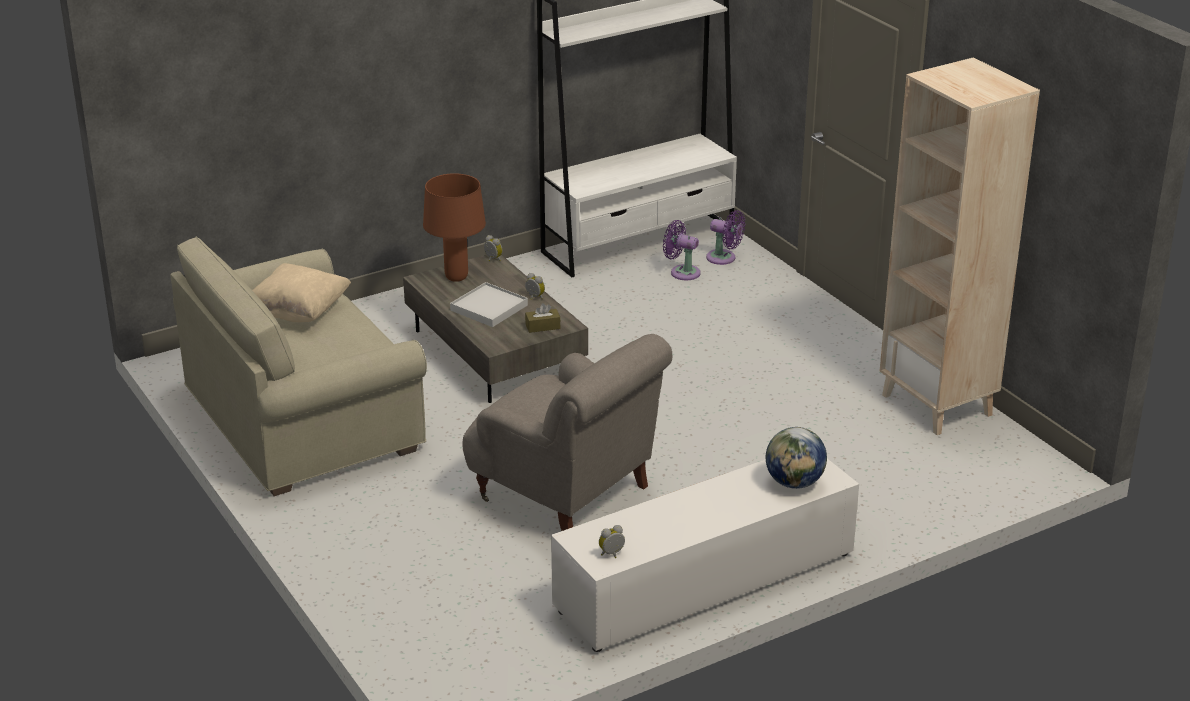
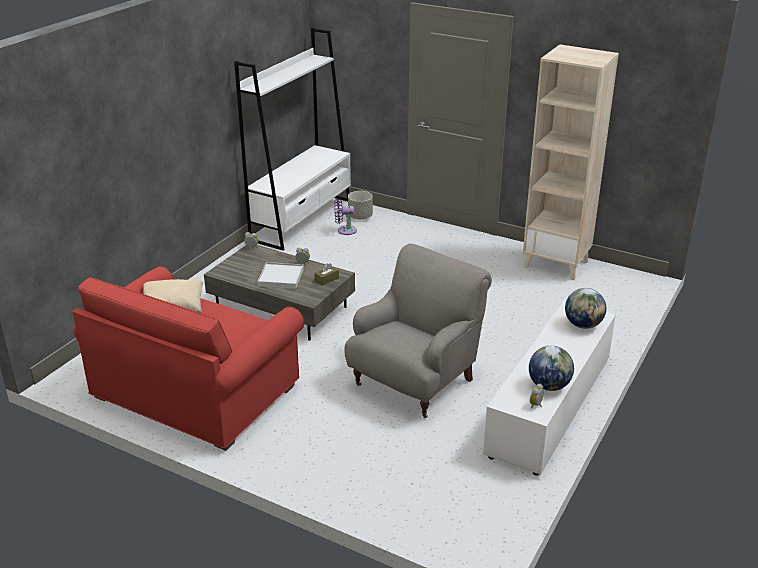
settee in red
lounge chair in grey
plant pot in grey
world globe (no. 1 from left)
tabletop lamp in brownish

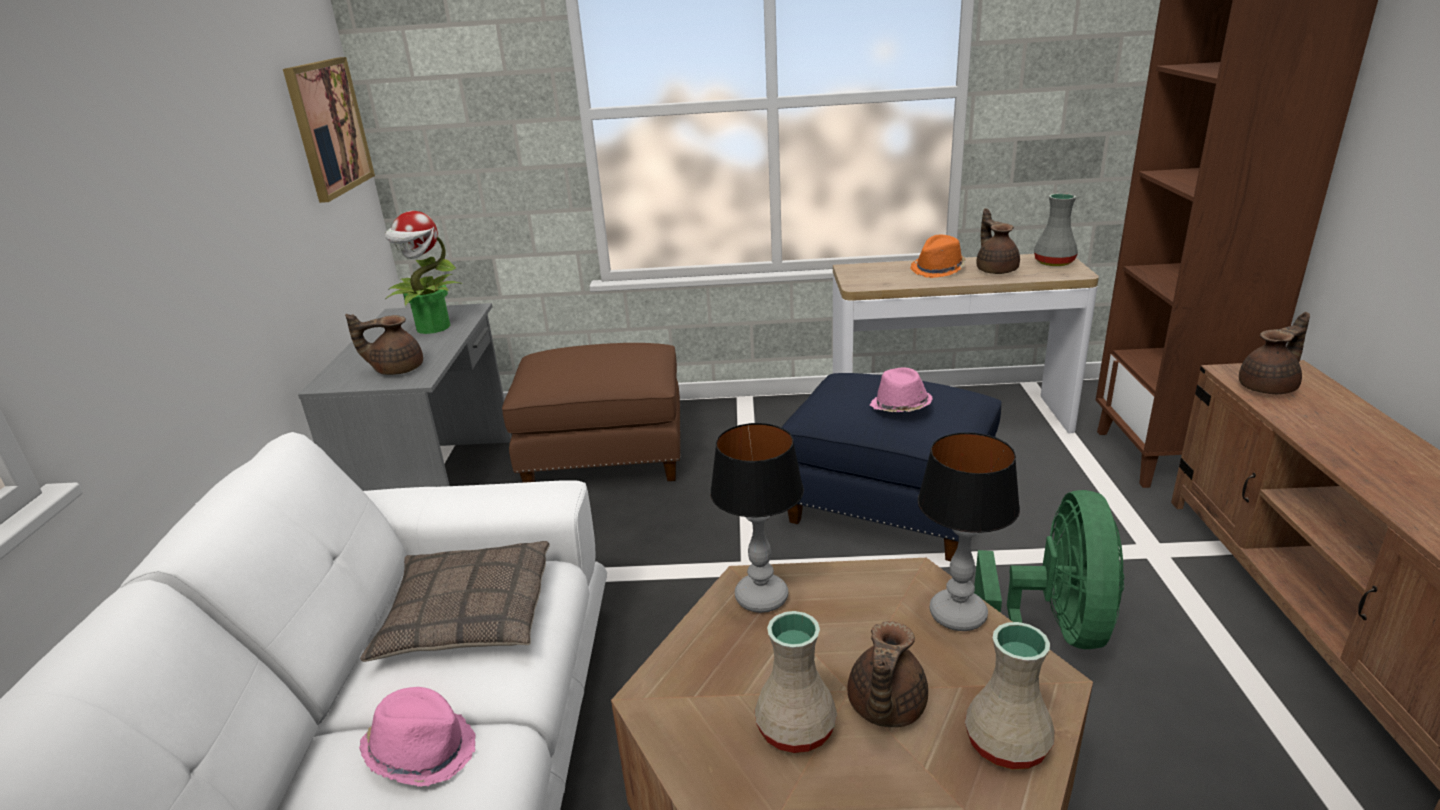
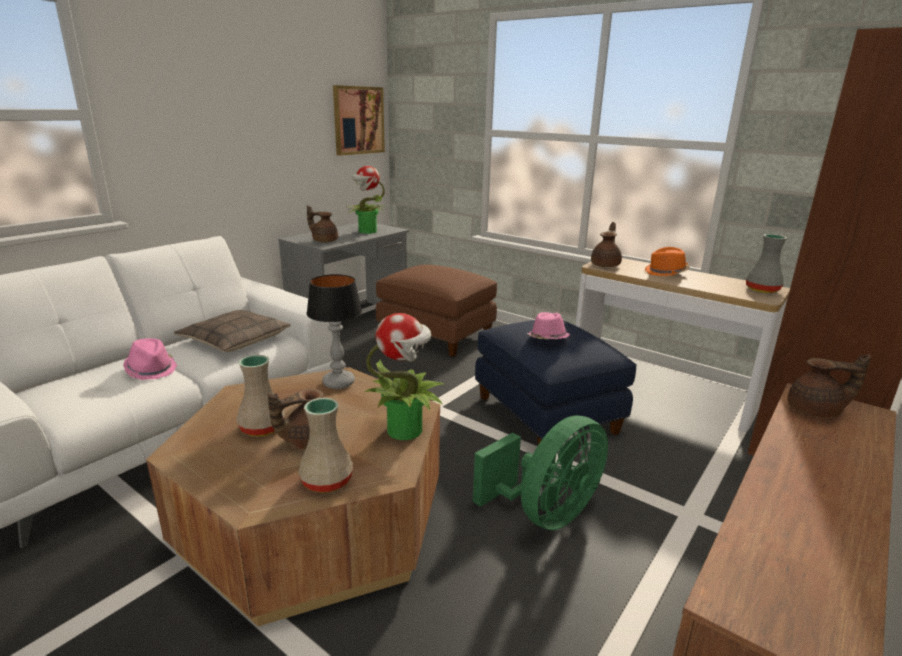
plant in a pot (no. 2 from left)
tea pot in brownish (no. 3 from left)

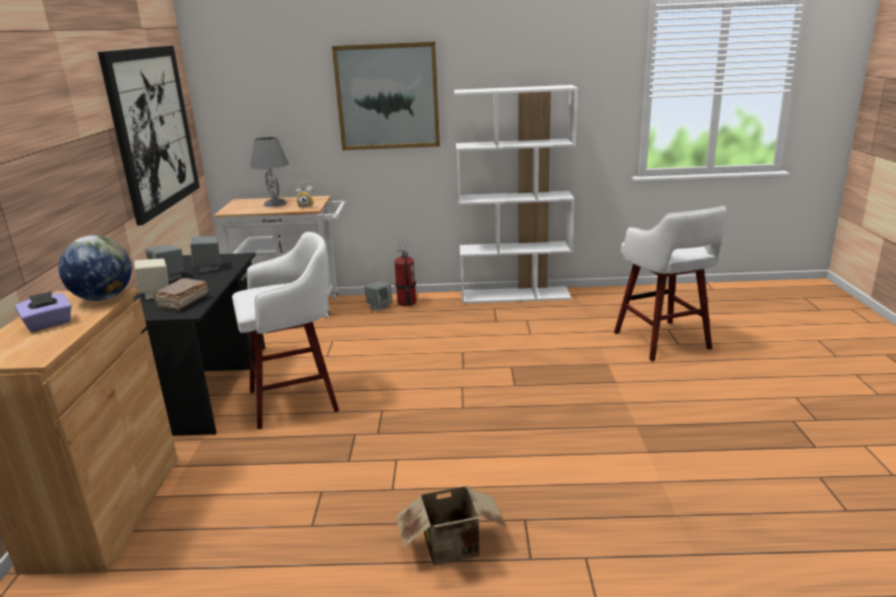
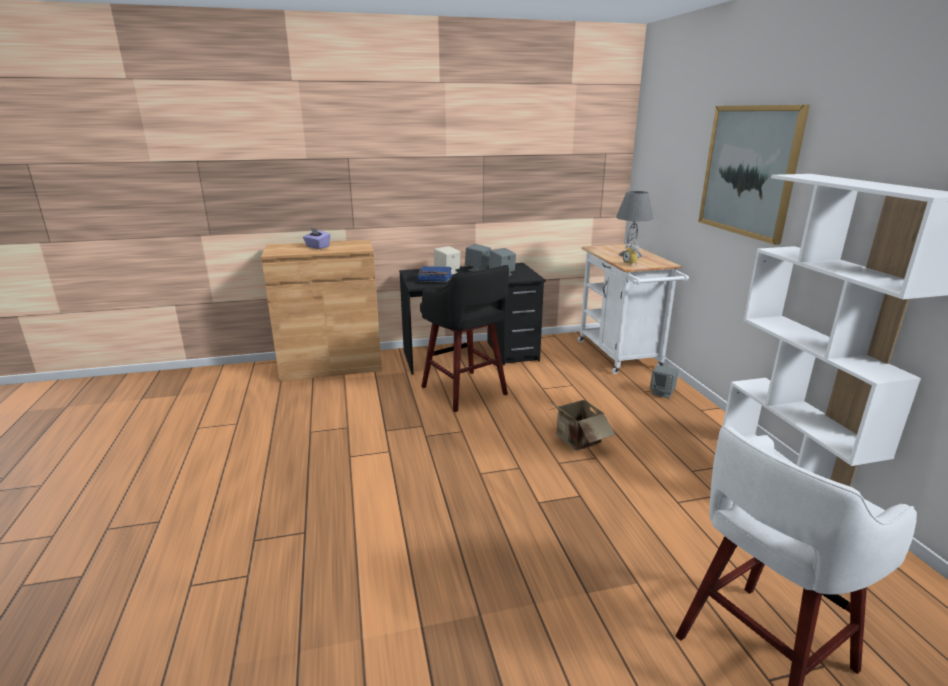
bound book in blue-coloured
sitting stool in black
cardboard box
world globe
wall picture (no. 1 from left in the first image)
fire-fighting cylinder

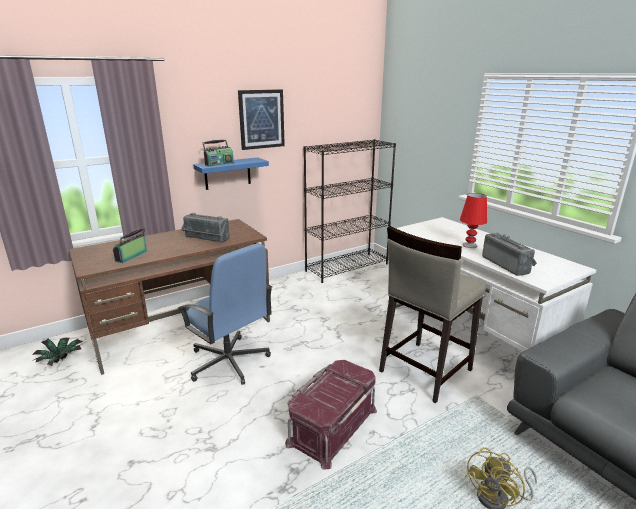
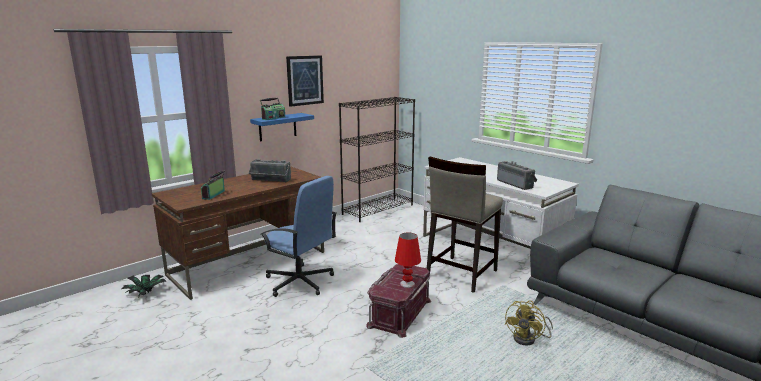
tabletop lamp in red

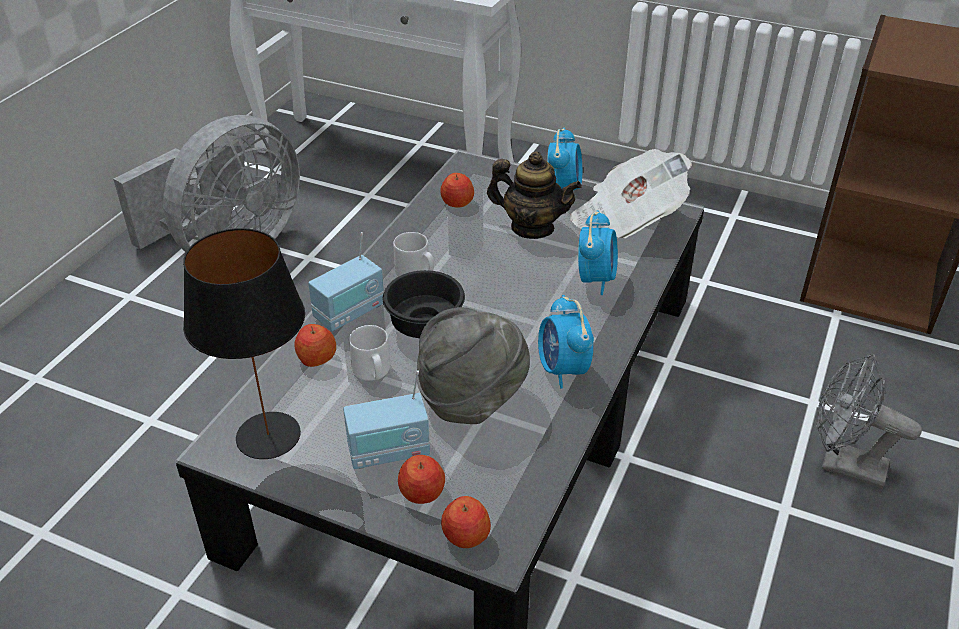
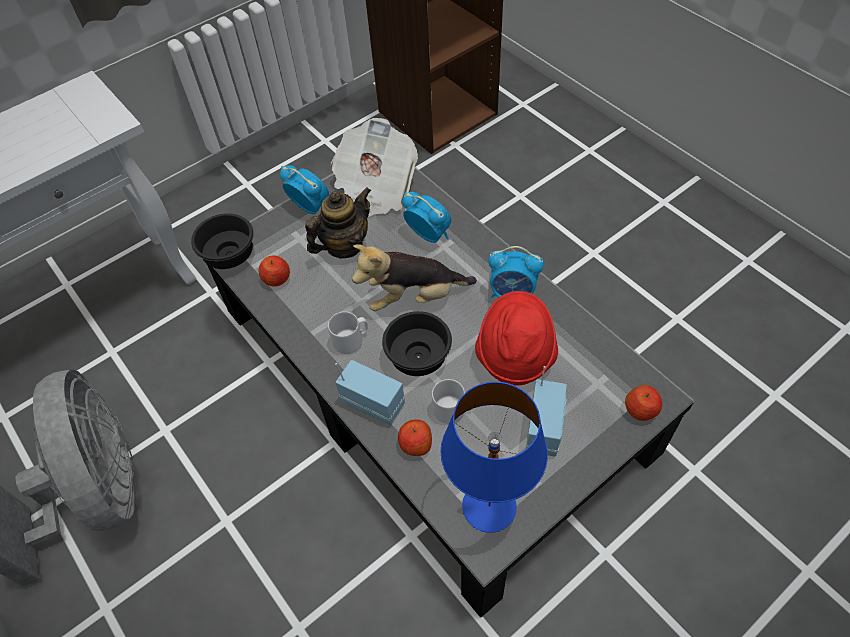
bowl in black (no. 1 from left)
radio receiver (no. 1 from left)
cuddly toy
tabletop lamp in blue-coloured
hat in red
apple fruit (no. 2 from left in the first image)
fan in grey (no. 2 from left in the first image)

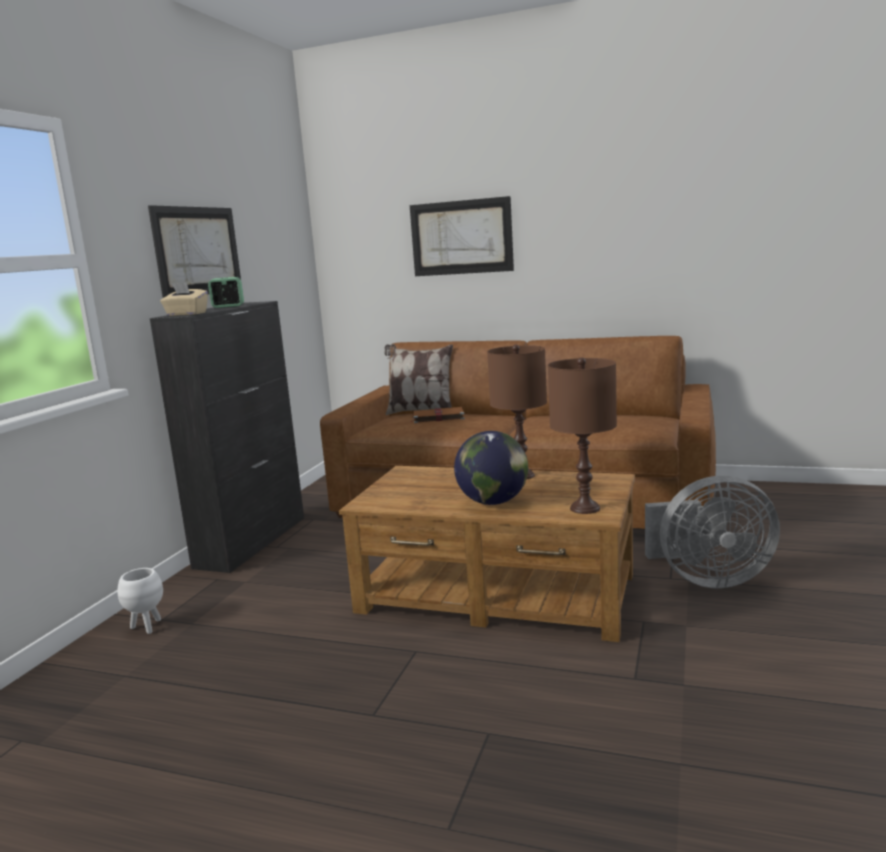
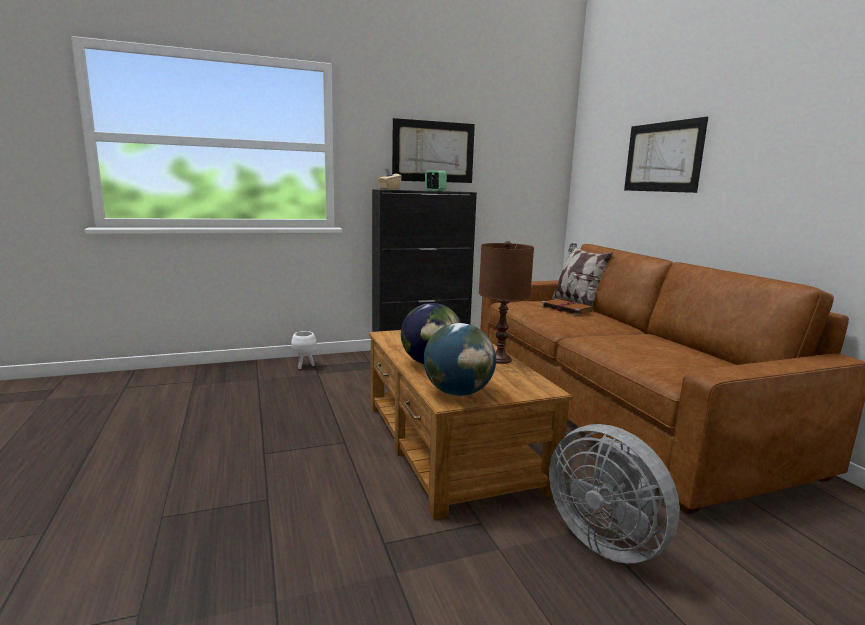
world globe (no. 2 from left)

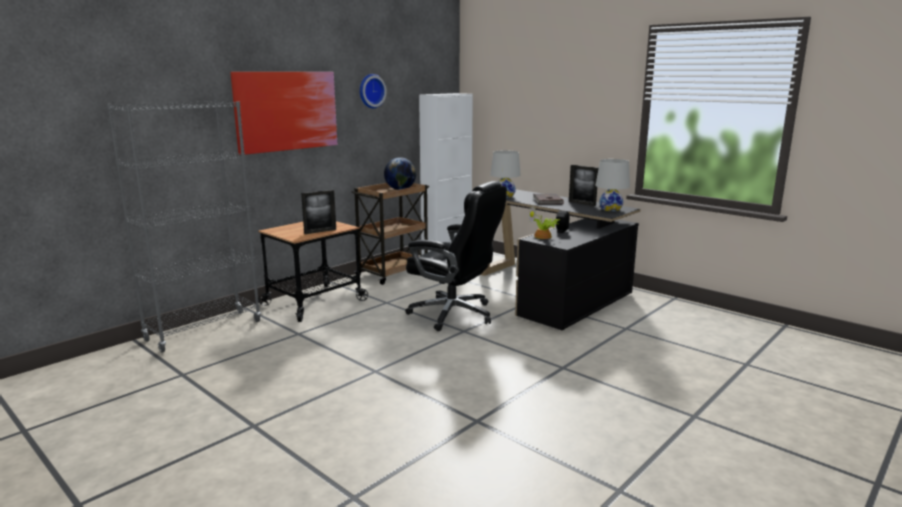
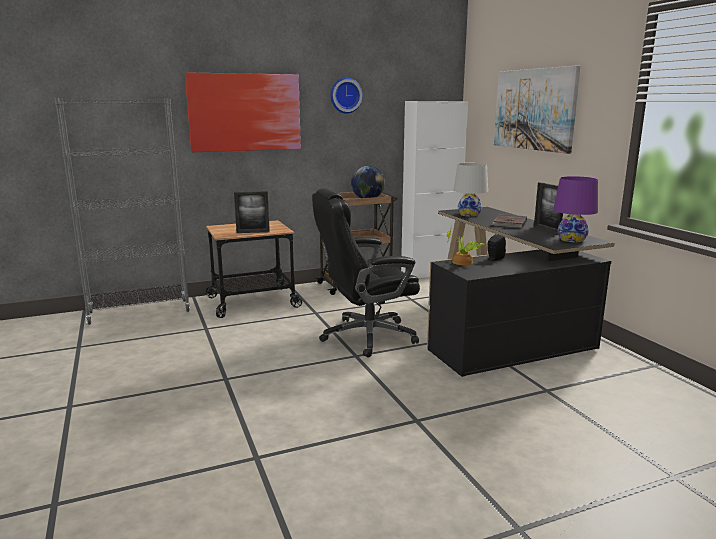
desk chair in black
wall picture (no. 2 from left)
tabletop lamp in purple

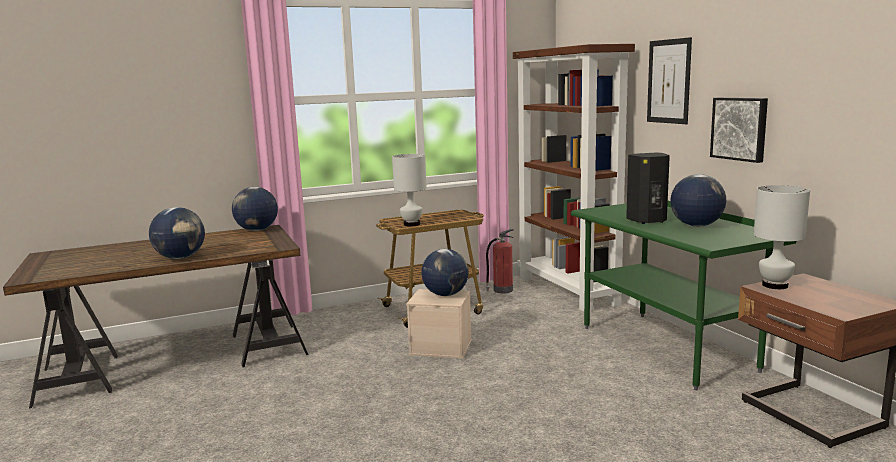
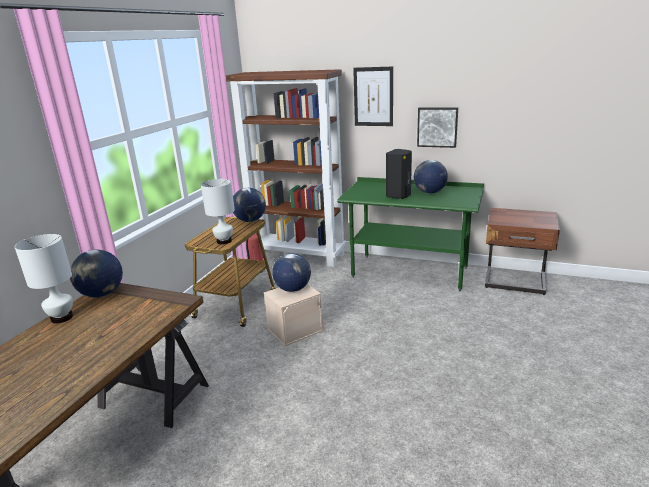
tabletop lamp in white-coloured (no. 1 from left)
world globe (no. 2 from left)

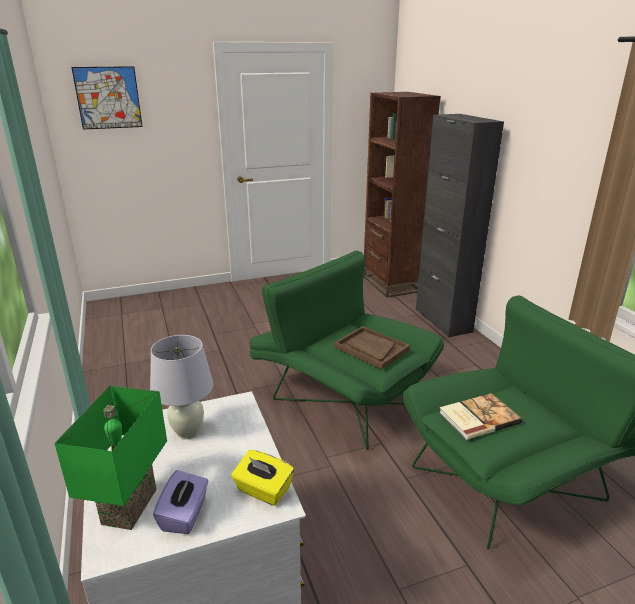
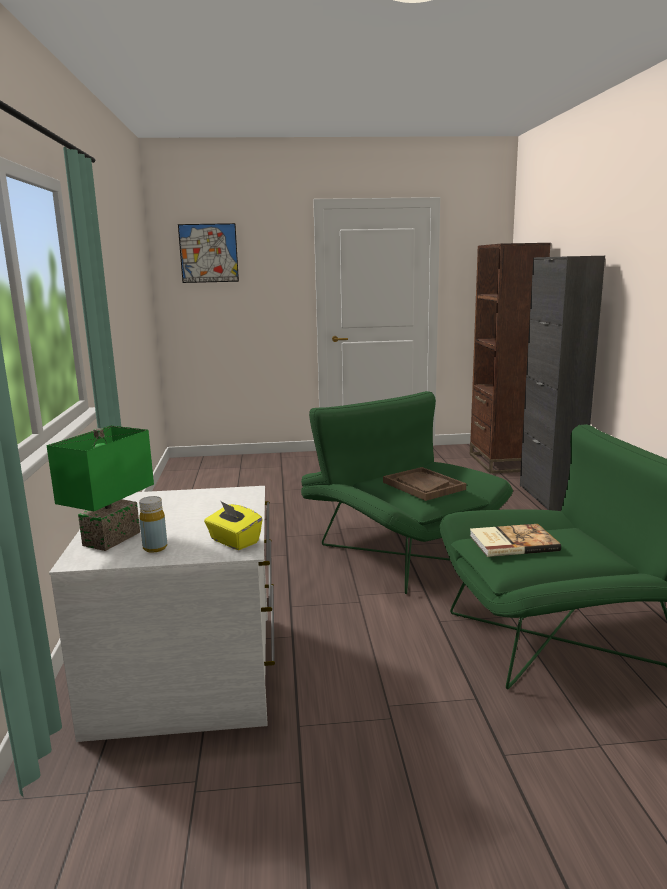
drink bottle in yellow
tabletop lamp in white-coloured

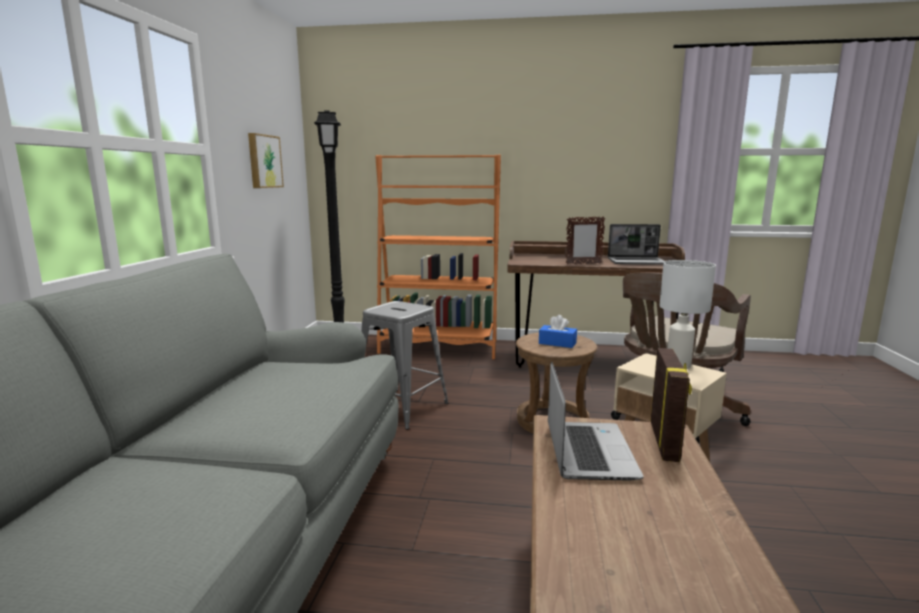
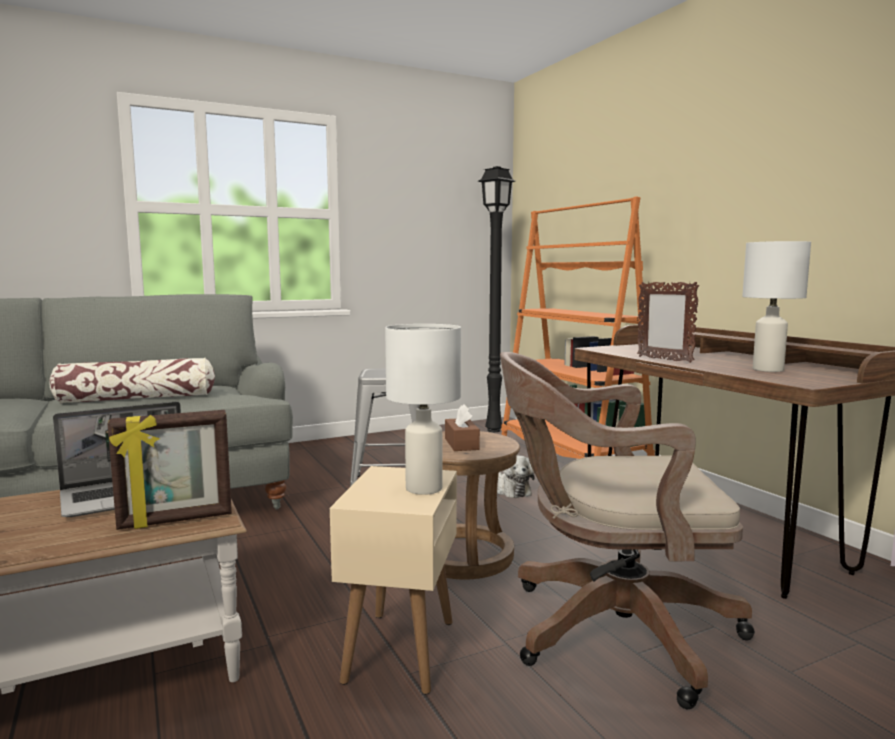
cushion
tissue box in brownish
cuddly toy
tabletop lamp in white-coloured (no. 2 from left)
wall picture

